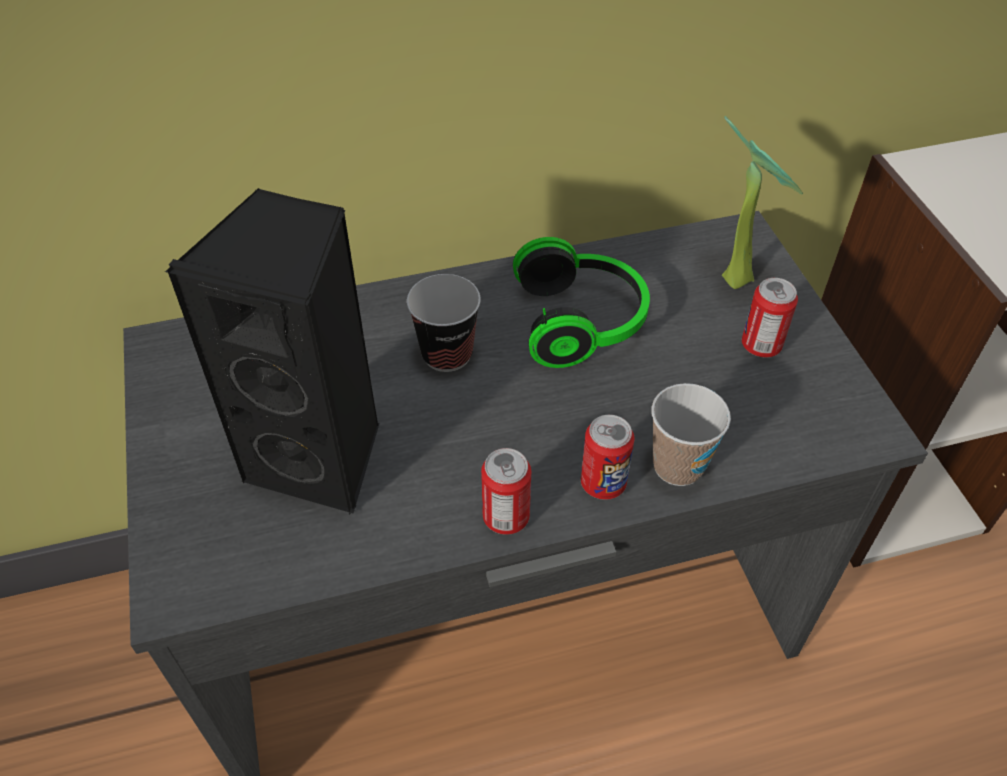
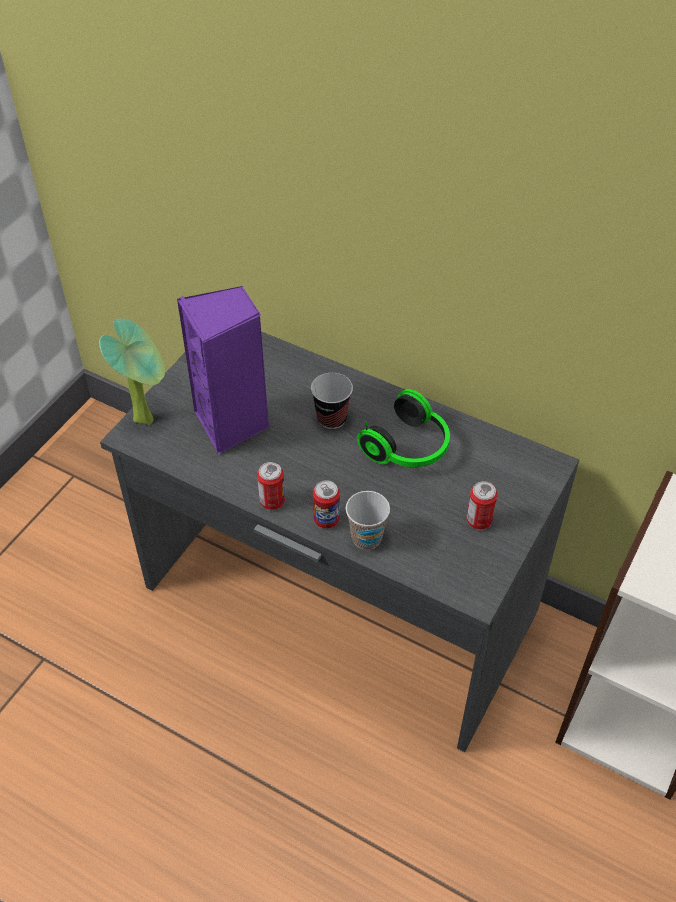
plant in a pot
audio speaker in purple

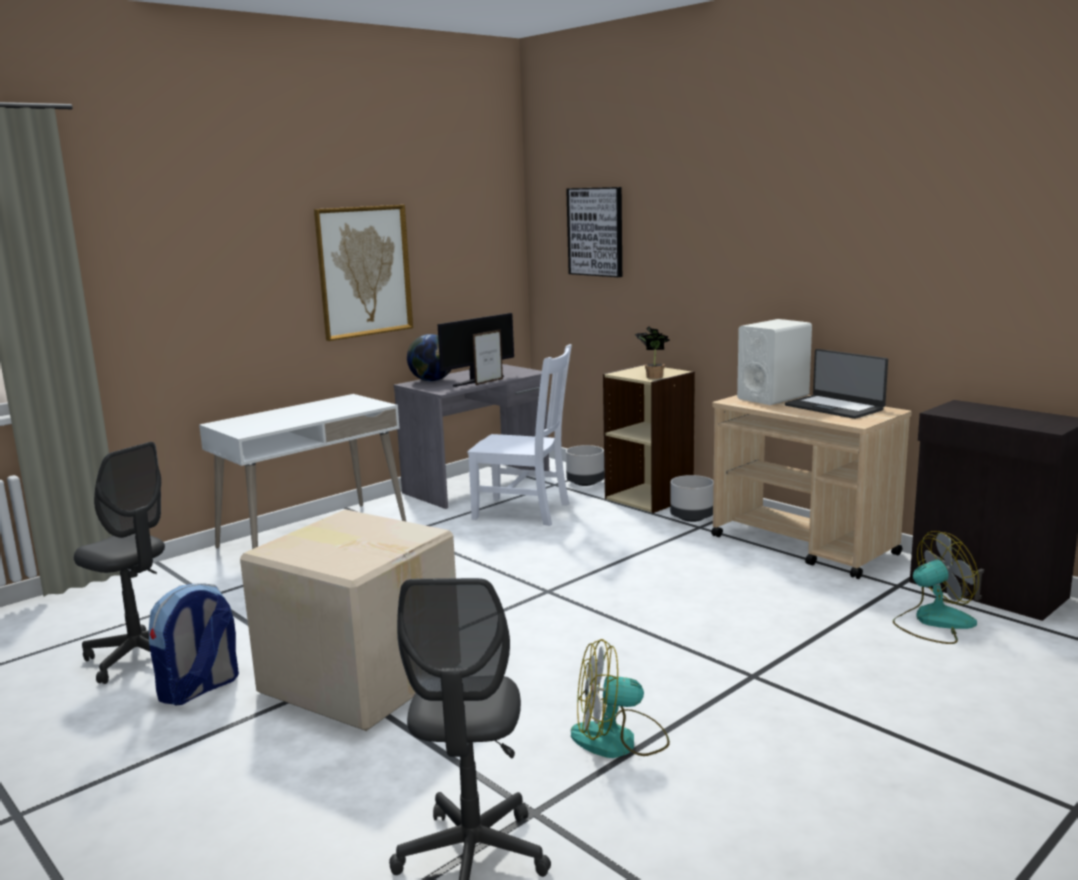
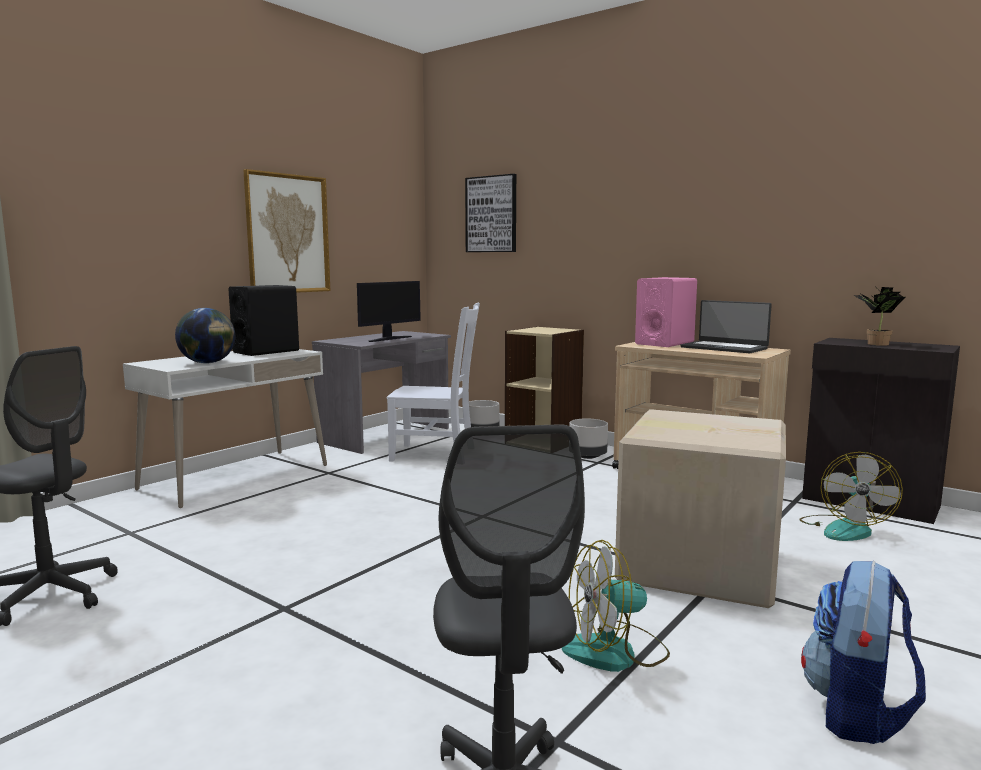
world globe
audio speaker in black
cardboard box
audio speaker in pink
fan (no. 2 from left)
backpack
plant in a pot
standing frame

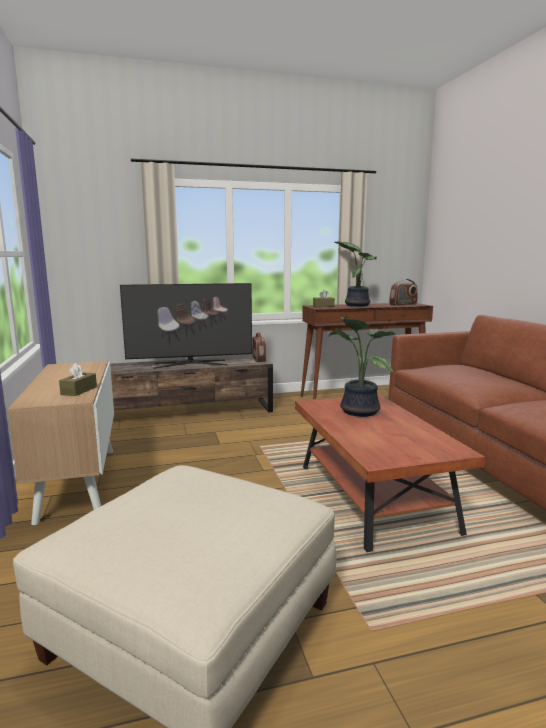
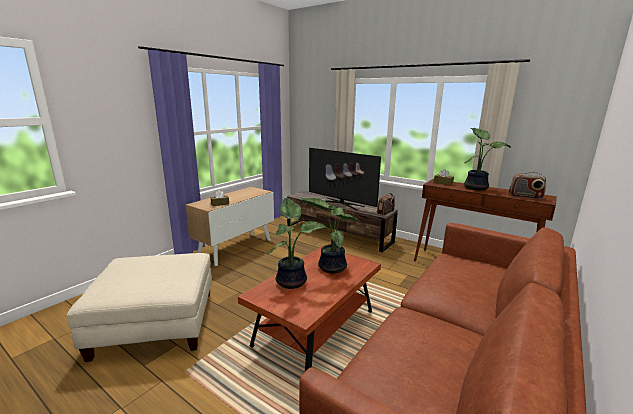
plant in a pot (no. 1 from left)

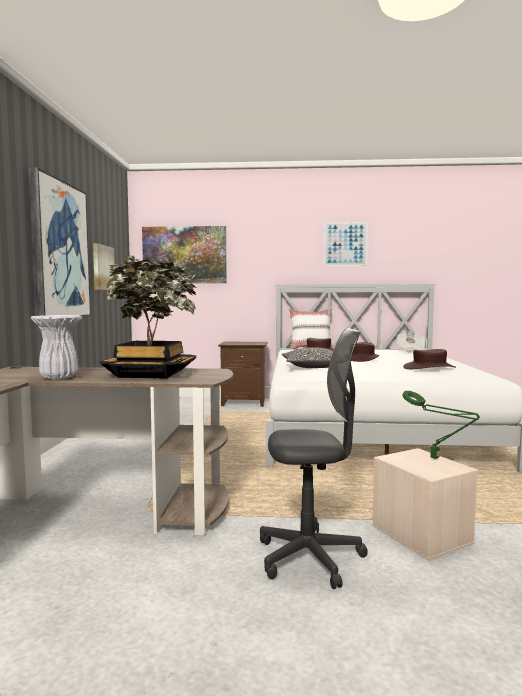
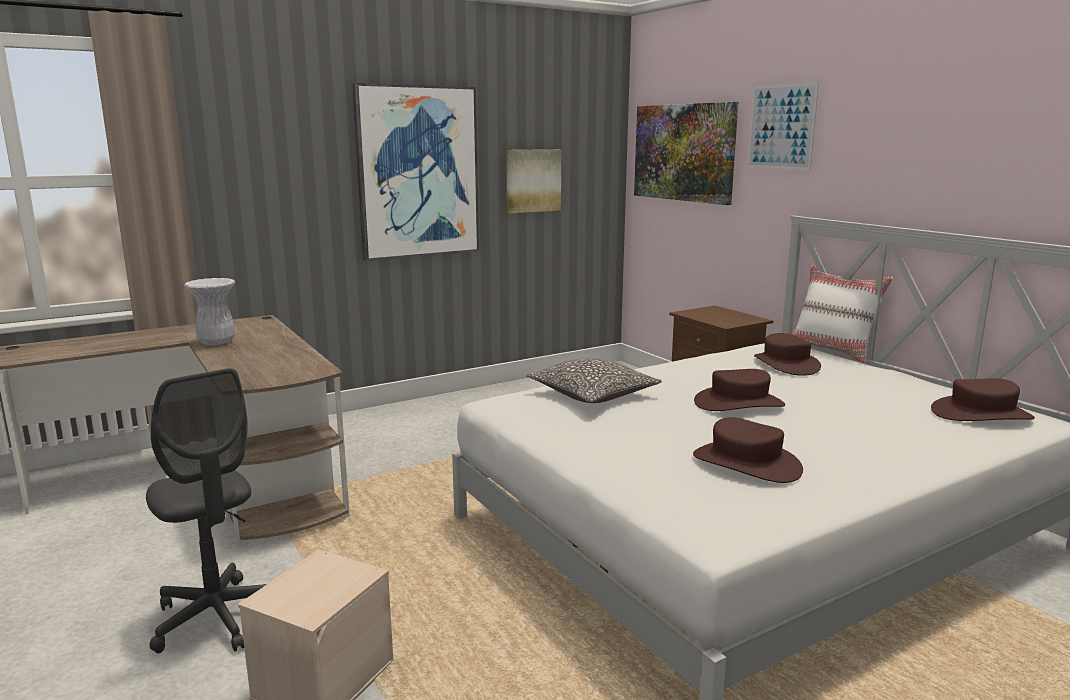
wall picture (no. 4 from left)
hat in brownish (no. 4 from left)
plant in a pot
tabletop lamp in green

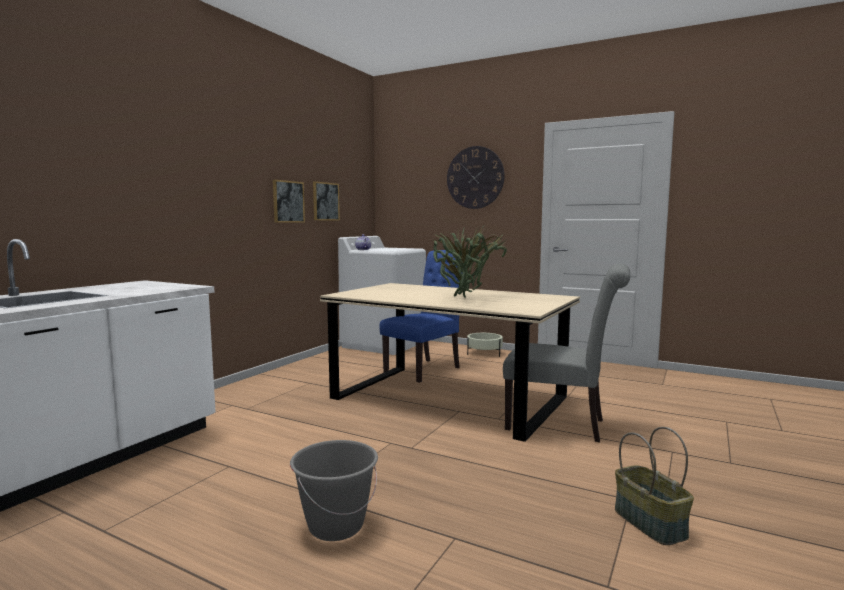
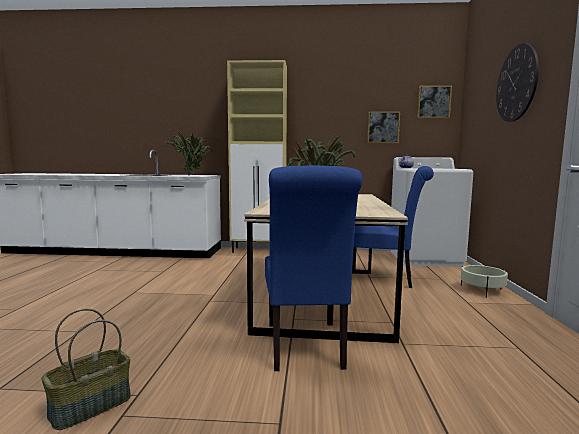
plant in a pot (no. 1 from left)
cabinet in beige-coloured
plain chair in blue-coloured (no. 1 from left)
wall picture (no. 2 from left)
pail in grey

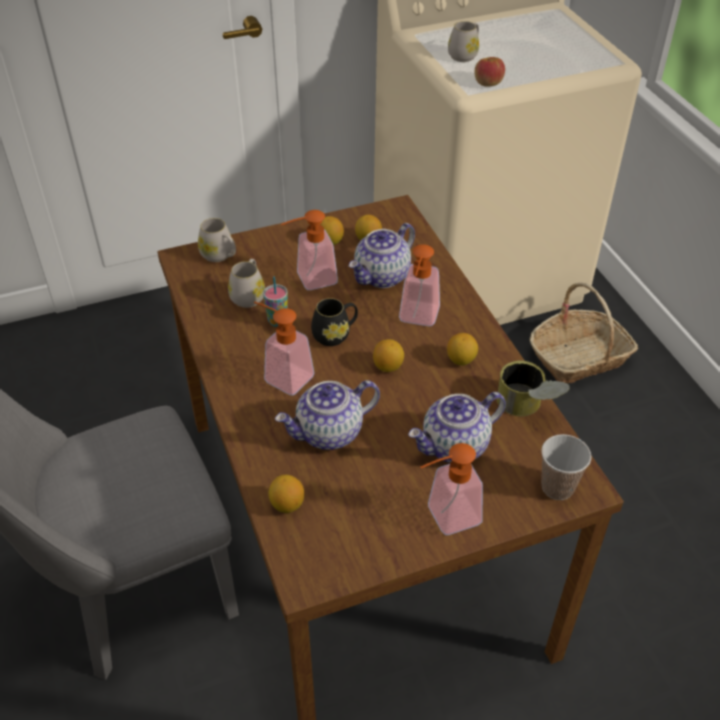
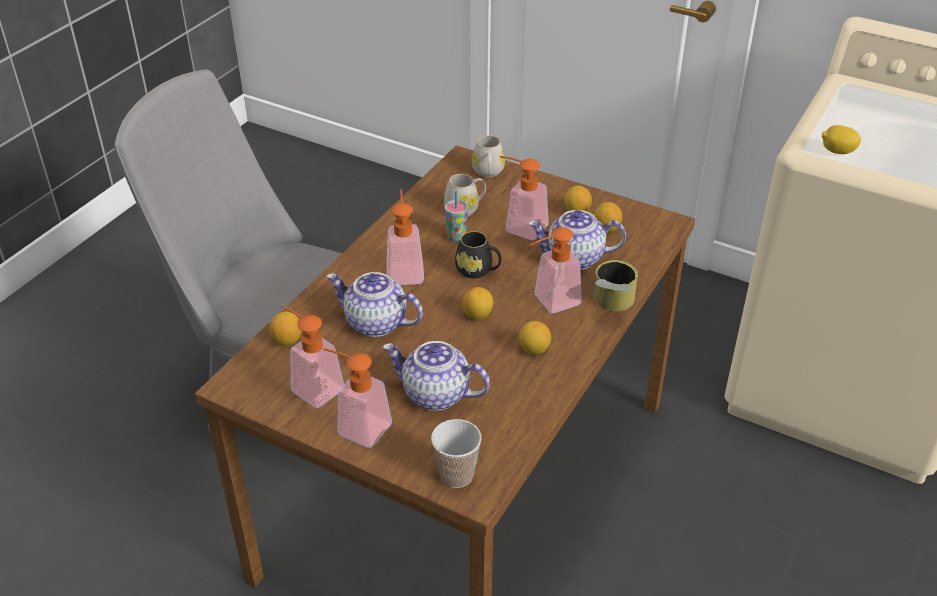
liquid soap bottle (no. 1 from left)
metal can
citrus fruit (no. 6 from left)
mug in white-coloured (no. 3 from left in the first image)
household basket

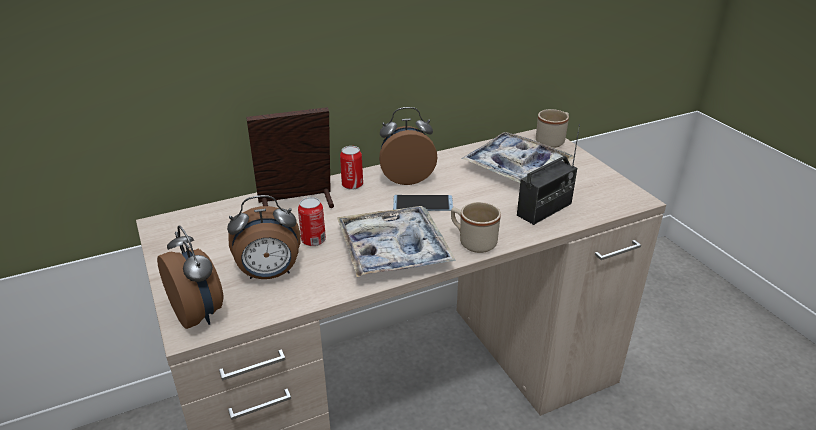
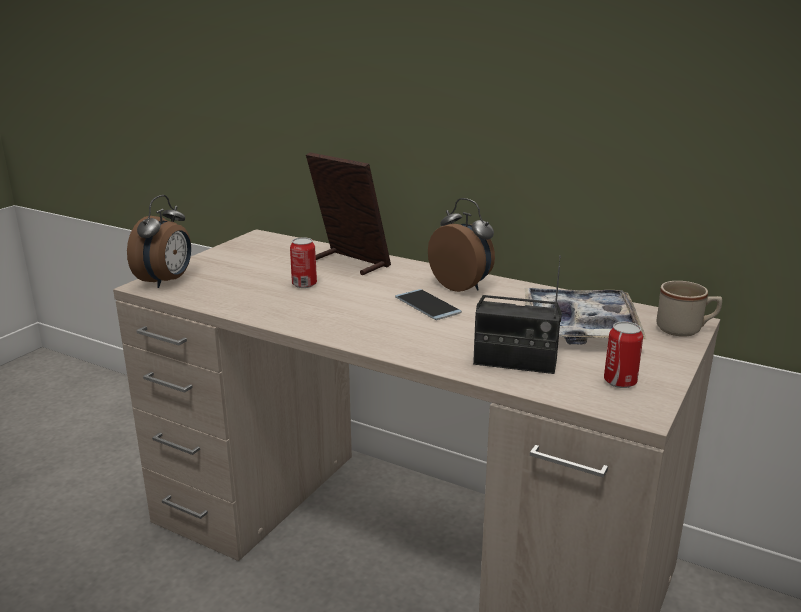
metal can (no. 2 from left)
bedside clock (no. 2 from left in the first image)
carrying tray (no. 1 from left in the first image)
mug in beige-coloured (no. 1 from left in the first image)

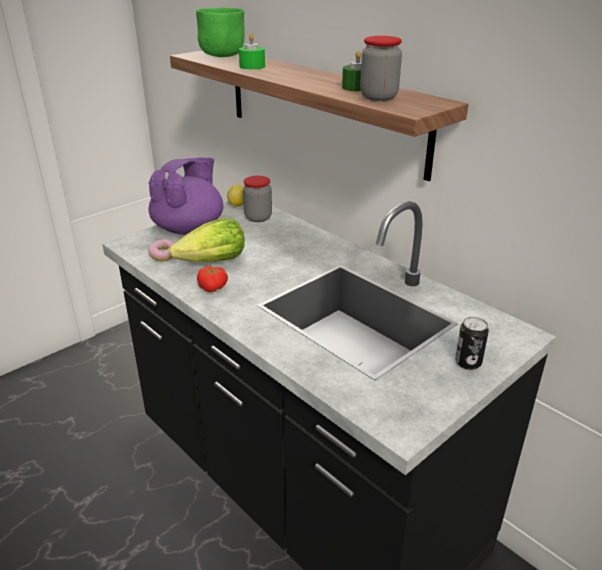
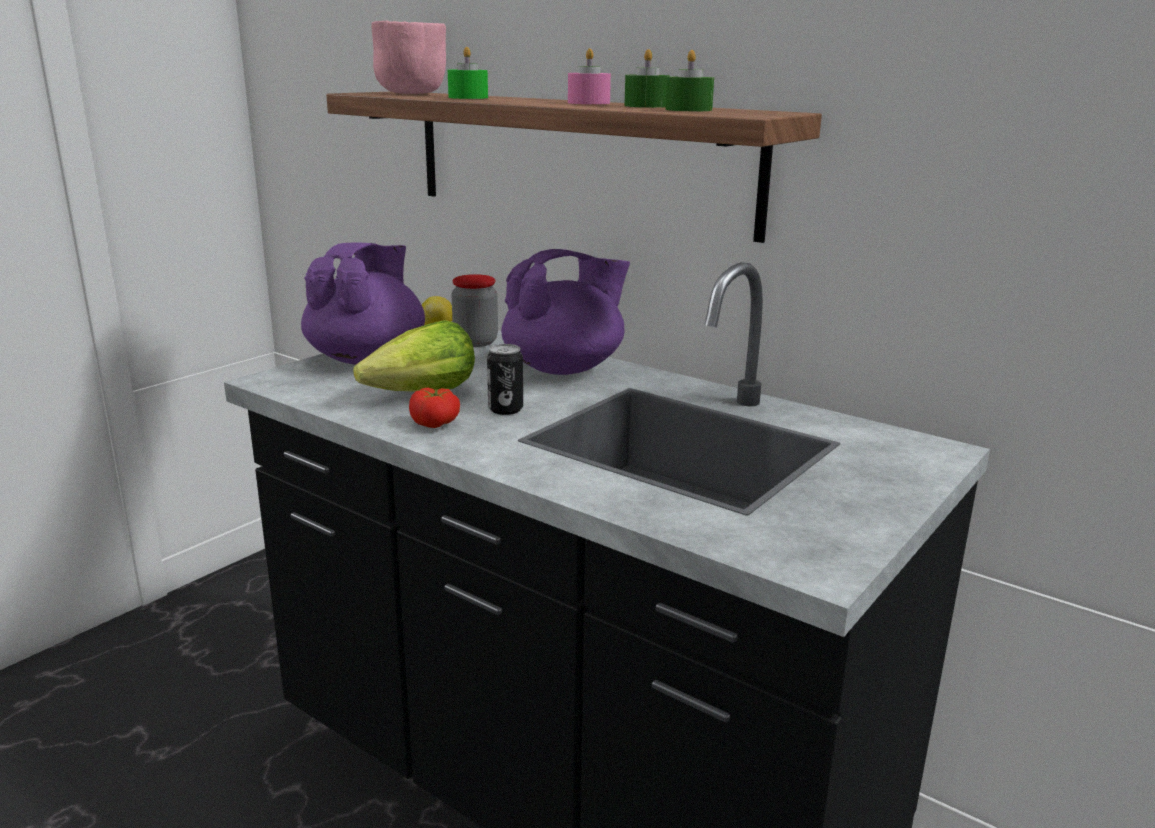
bowl in pink
metal can
tea pot in purple (no. 2 from left)
candle in pink
candle in green (no. 3 from left)
ring doughnut

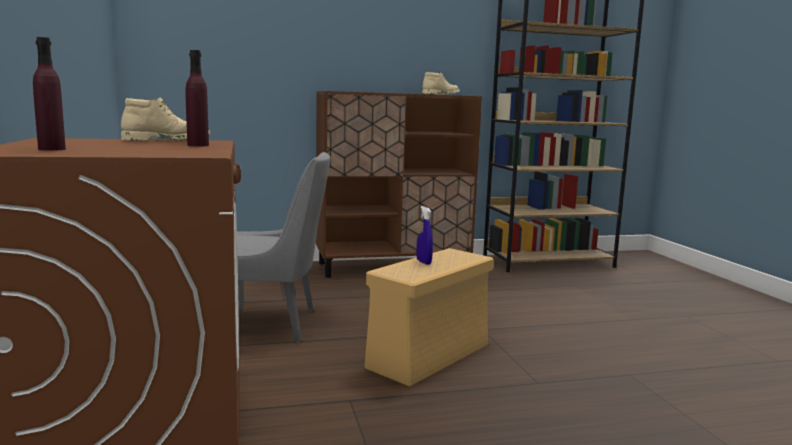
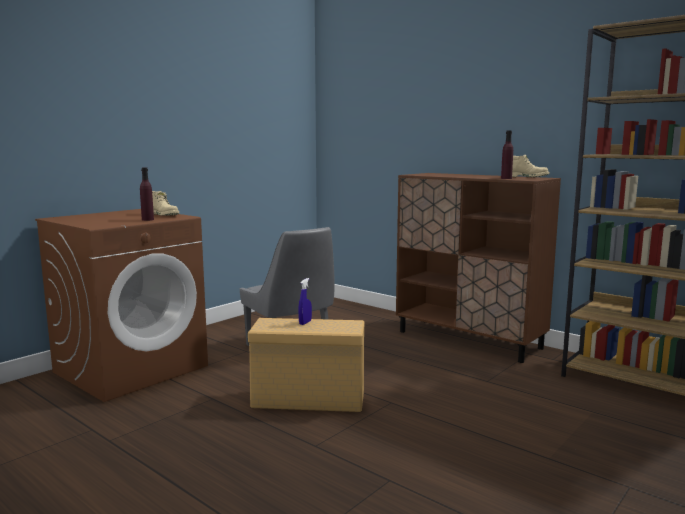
drink bottle in purple (no. 2 from left)

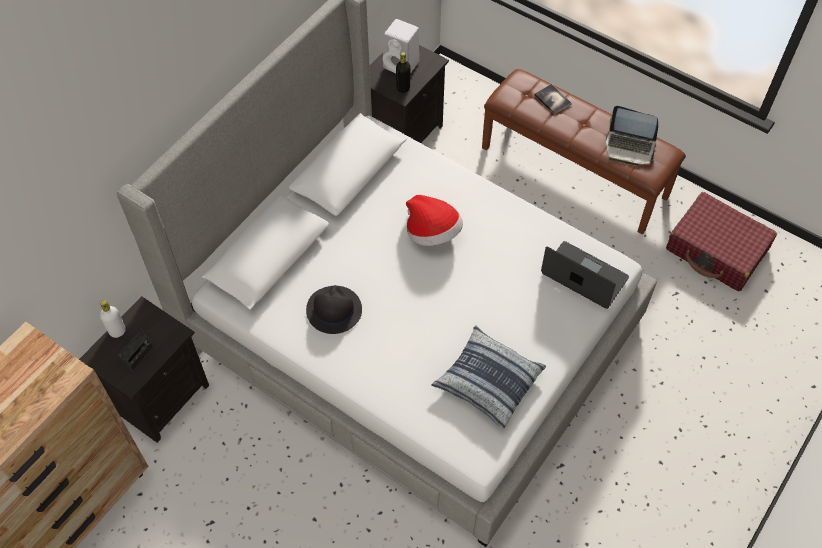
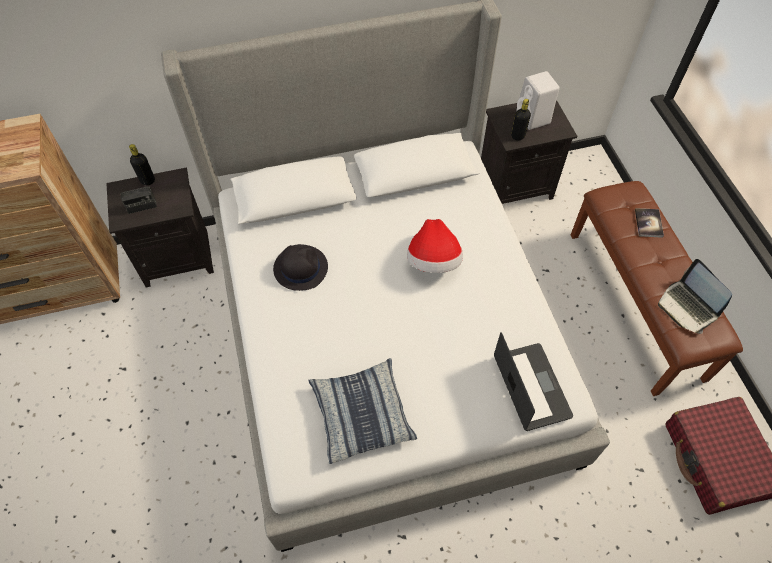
drink bottle in black (no. 1 from left)

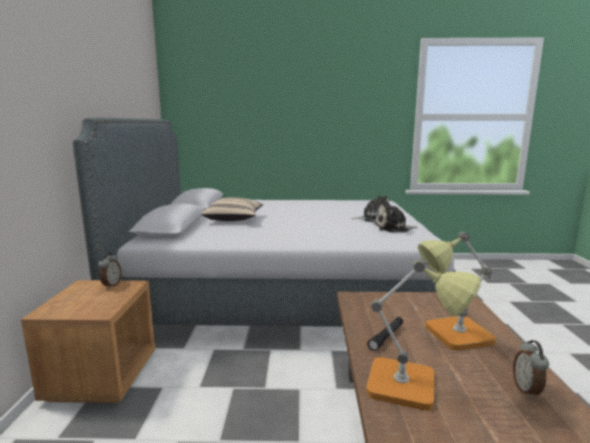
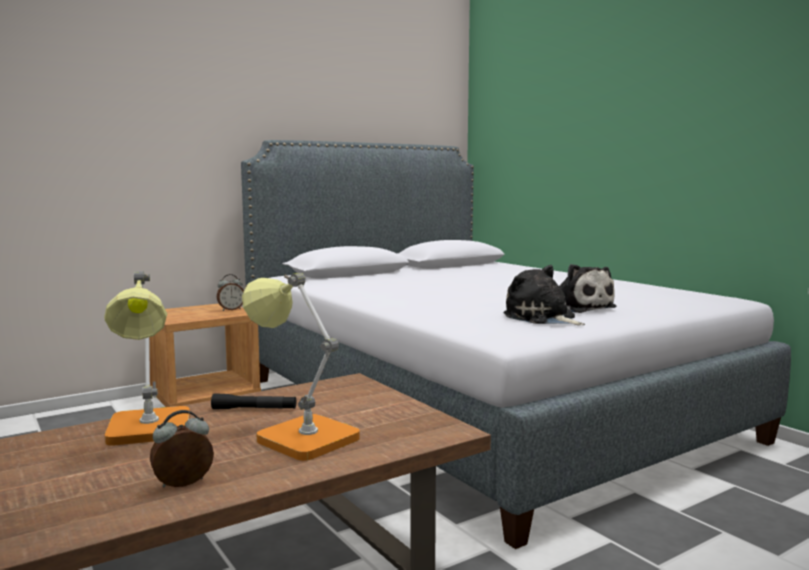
cushion in beige-coloured

